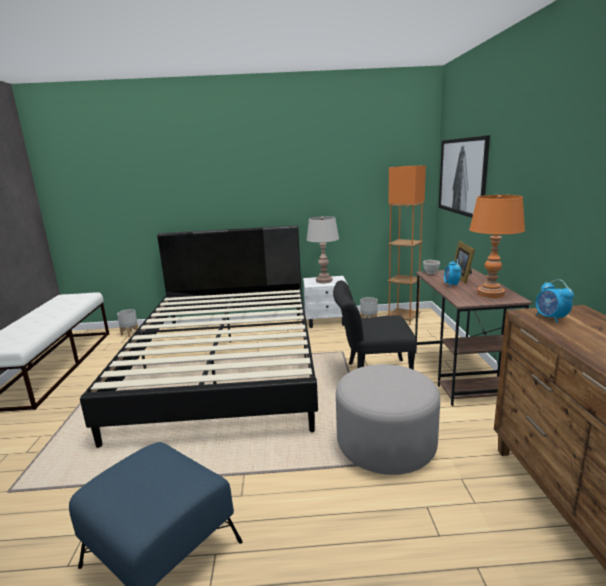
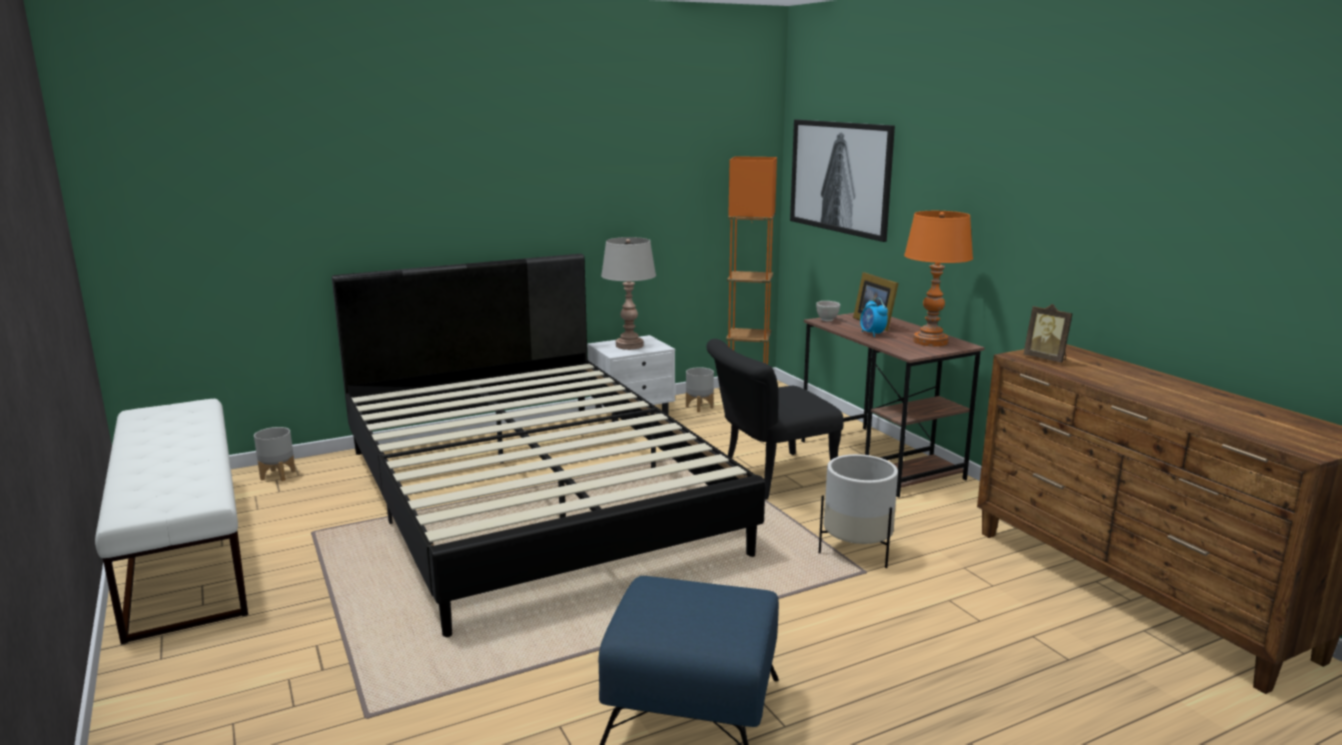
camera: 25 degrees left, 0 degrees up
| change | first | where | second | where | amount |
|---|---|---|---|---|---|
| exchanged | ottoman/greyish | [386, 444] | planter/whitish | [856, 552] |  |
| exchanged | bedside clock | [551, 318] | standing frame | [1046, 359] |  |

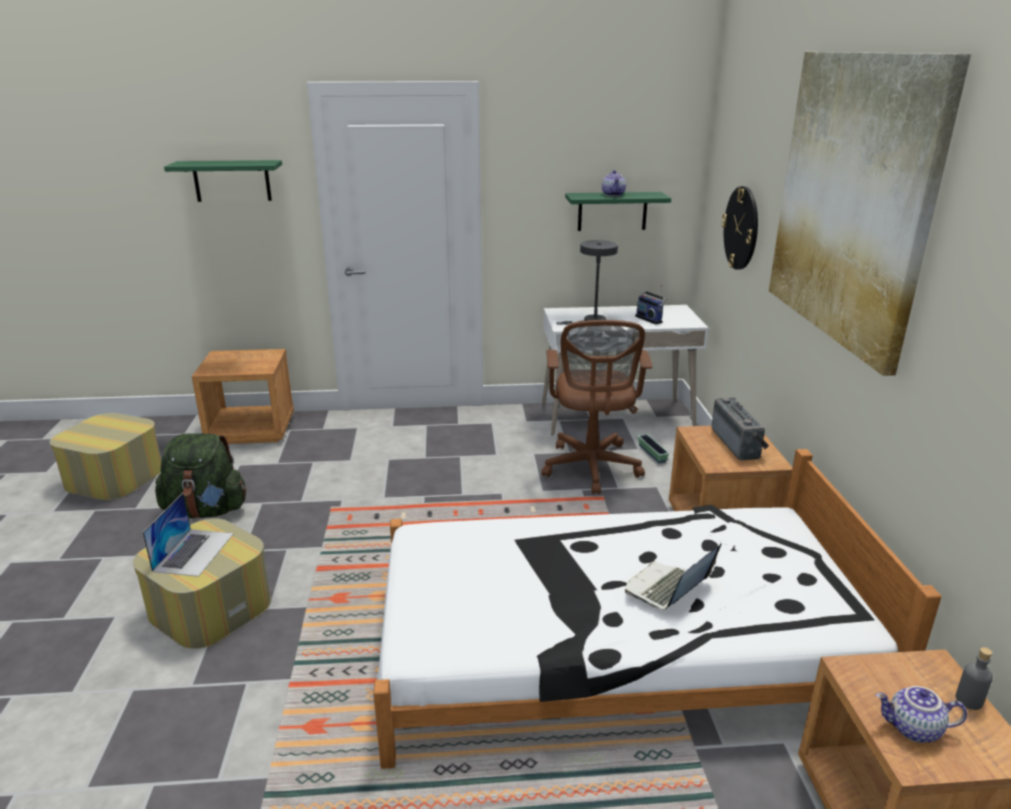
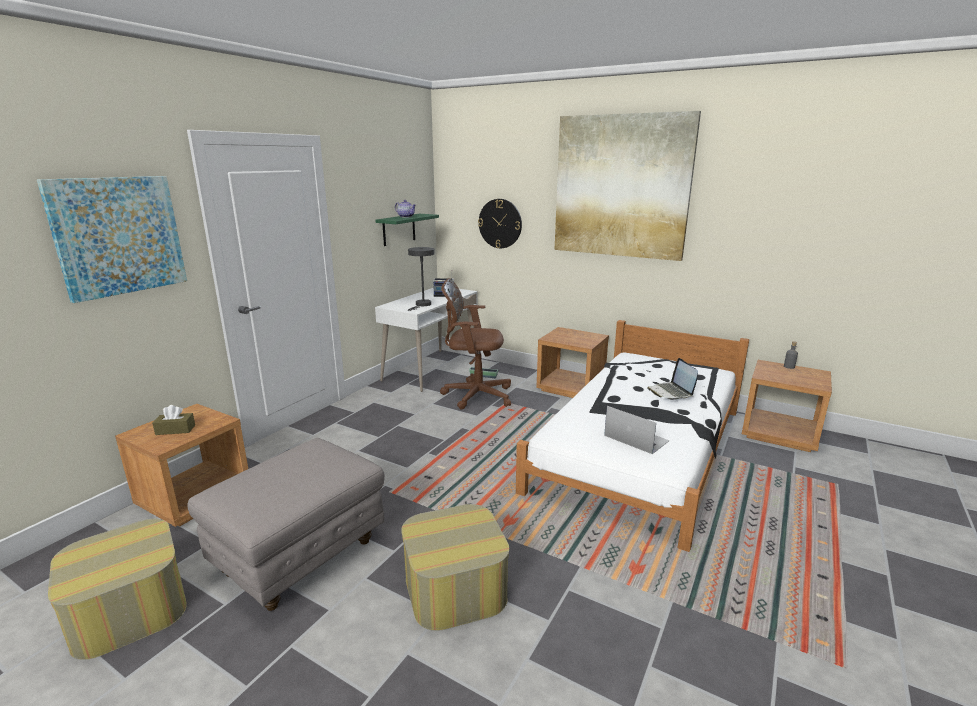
camera: 55 degrees left, 5 degrees down
| change | first | where | second | where | amount |
|---|---|---|---|---|---|
| missing | radio | [738, 443] |  |  |  |
| missing | pot for tea | [913, 730] |  |  |  |
| appeared |  |  | tissue holder/brown-coloured | [175, 430] |  |
| relocated | laptop | [194, 552] |  | [636, 438] |  |
| exchanged | rucksack/greenish | [206, 510] | ottoman/greyish | [301, 557] |  |
| exchanged | shelf/greenish | [232, 181] | wall art | [118, 236] |  |
| spun | desk chair/brown-coloured | [591, 469] |  | [474, 395] | 150 degrees clockwise |

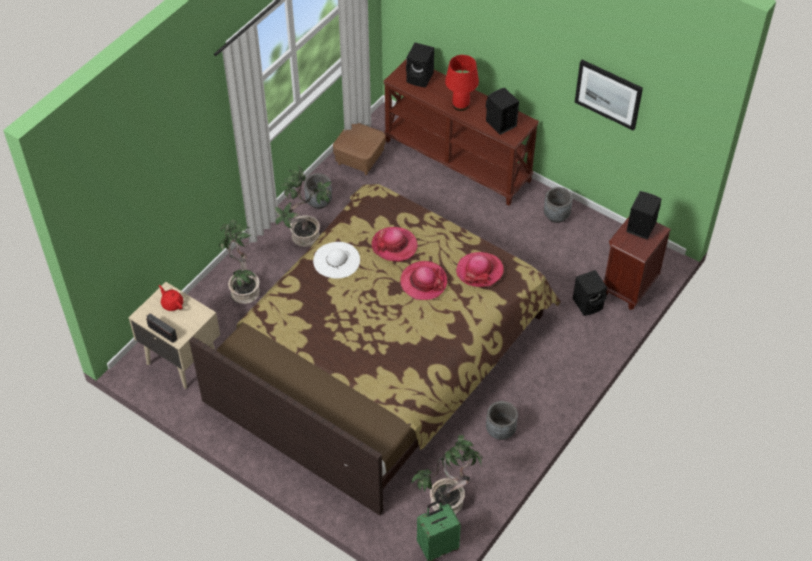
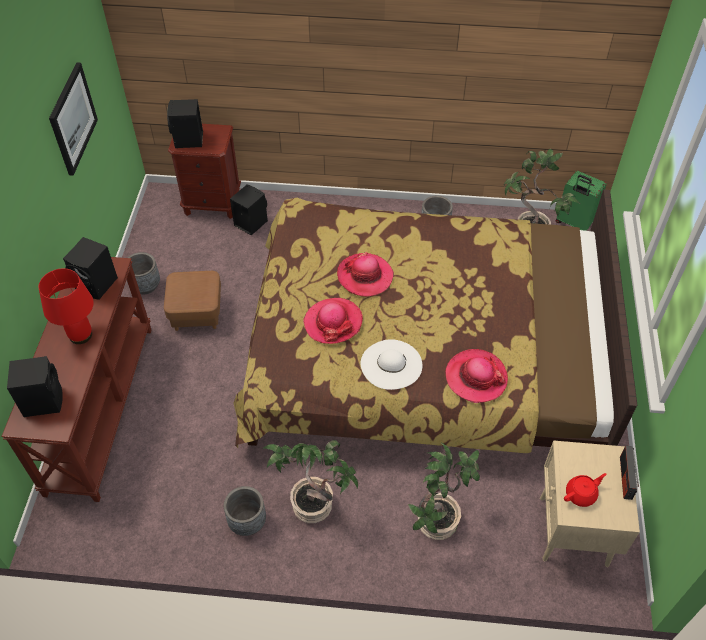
camera: 120 degrees left, 0 degrees up
| change | first | where | second | where | amount |
|---|---|---|---|---|---|
| relocated | ottoman/brown-coloured | [360, 159] |  | [197, 313] |  |
| relocated | hat | [479, 271] |  | [476, 377] |  |
| spun | pot for tea/red-coloured | [172, 303] |  | [581, 494] | 135 degrees counterclockwise |

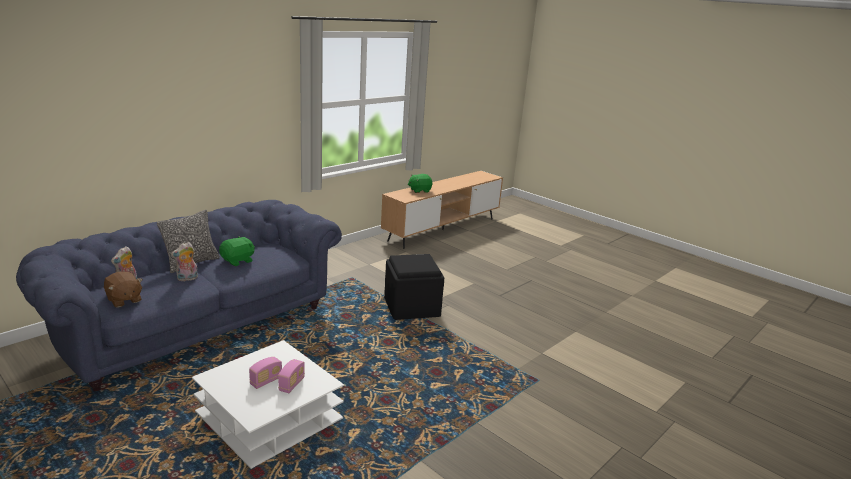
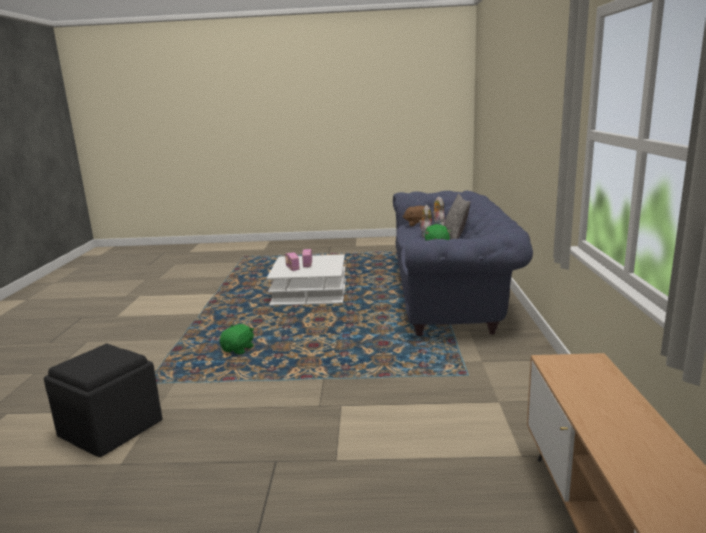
camera: 140 degrees right, 5 degrees down
| change | first | where | second | where | amount |
|---|---|---|---|---|---|
| relocated | ottoman/black | [412, 307] |  | [109, 428] |  |
| relocated | soft toy/greenish | [419, 190] |  | [239, 349] |  |

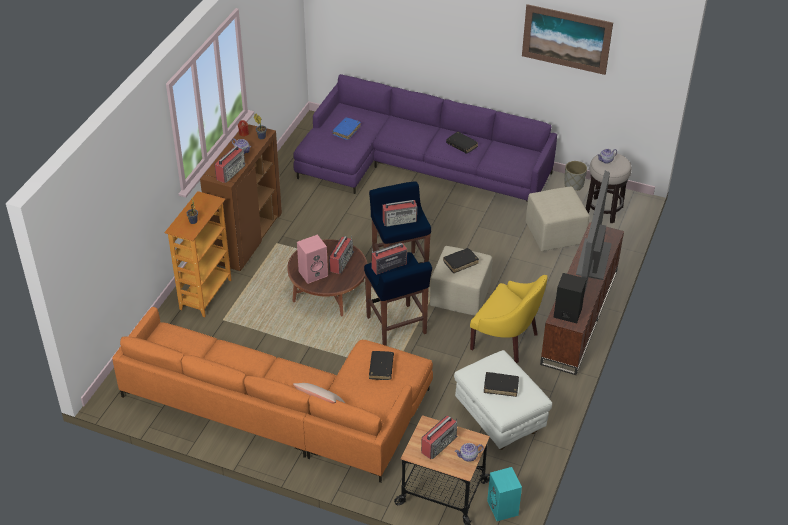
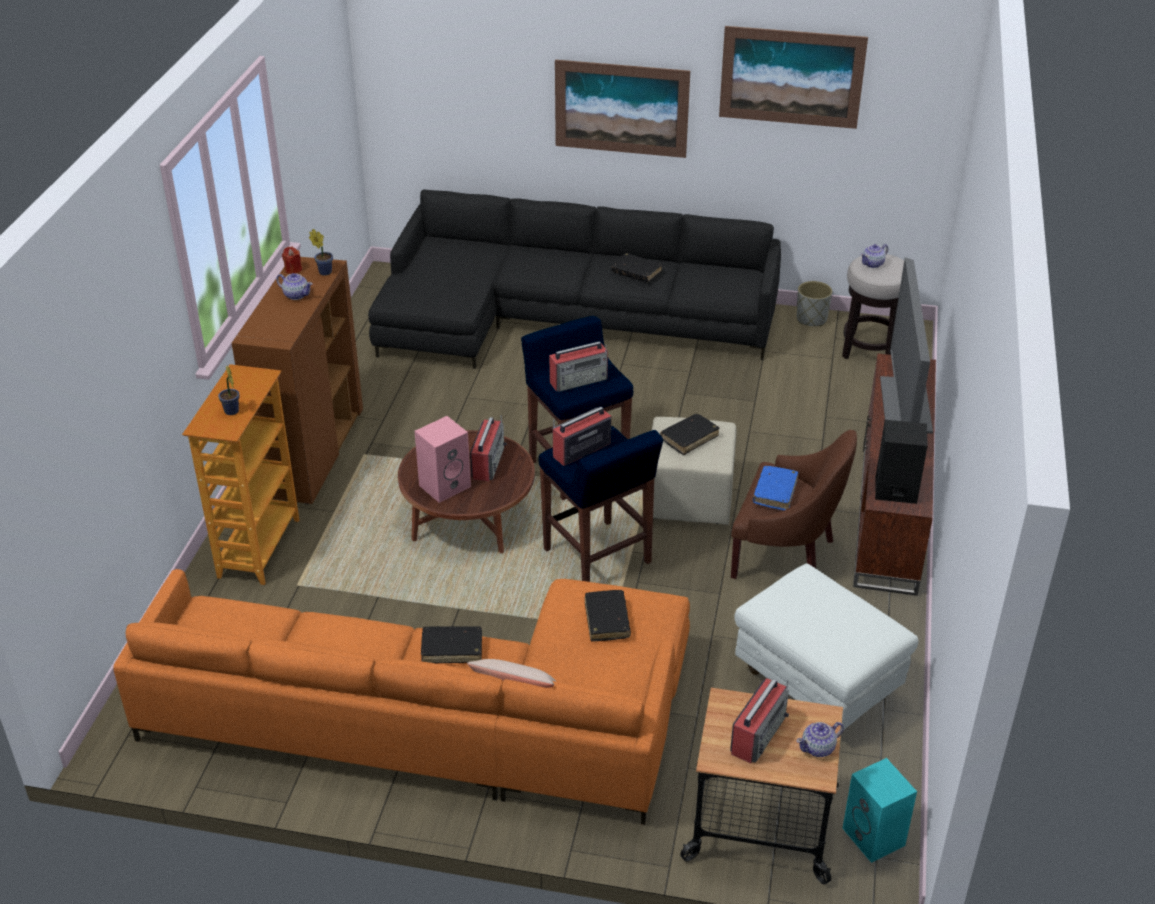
camera: 10 degrees left, 5 degrees down
| change | first | where | second | where | amount |
|---|---|---|---|---|---|
| missing | radio | [231, 172] |  |  |  |
| missing | ottoman/sand-coloured | [555, 235] |  |  |  |
| appeared |  |  | wall art | [621, 108] |  |
| relocated | bound book/blue | [346, 131] |  | [775, 492] |  |
| relocated | bound book/black | [501, 387] |  | [452, 649] |  |
| colour | couch/purple | [416, 166] | couch/black | [562, 319] |  |
| colour | armchair/yellow | [507, 339] | armchair/brown-coloured | [786, 555] |  |

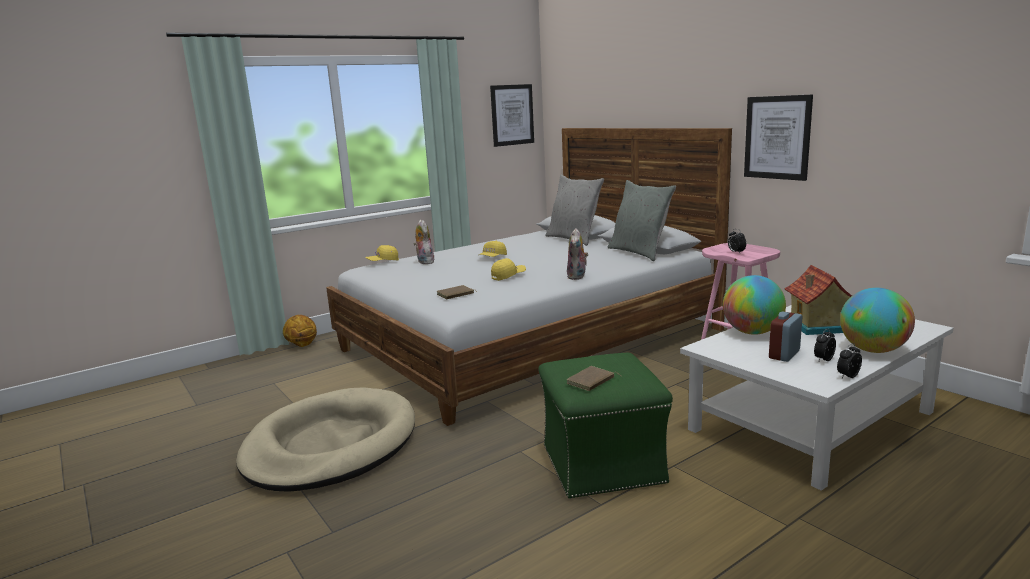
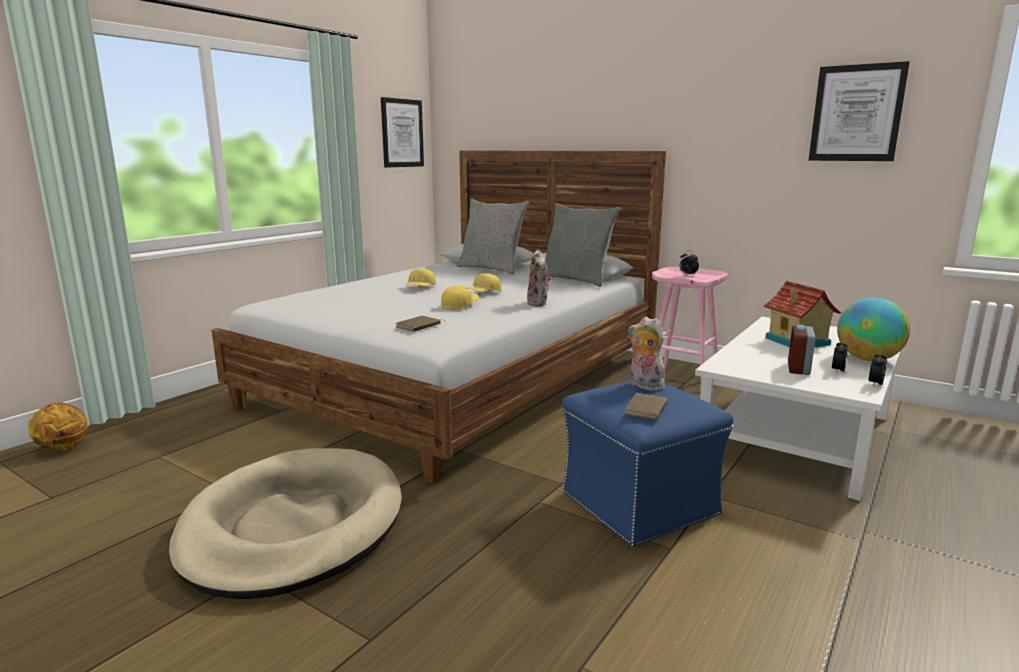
camera: 20 degrees left, 0 degrees up
| change | first | where | second | where | amount |
|---|---|---|---|---|---|
| missing | globe | [752, 332] |  |  |  |
| relocated | basketball | [302, 345] |  | [63, 448] |  |
| relocated | peaked cap/yellow | [383, 261] |  | [483, 293] |  |
| relocated | soft toy | [424, 262] |  | [644, 386] |  |
| relocated | wall art | [777, 137] |  | [856, 113] |  |
| colour | ottoman/greenish | [602, 463] | ottoman/blue | [638, 503] |  |

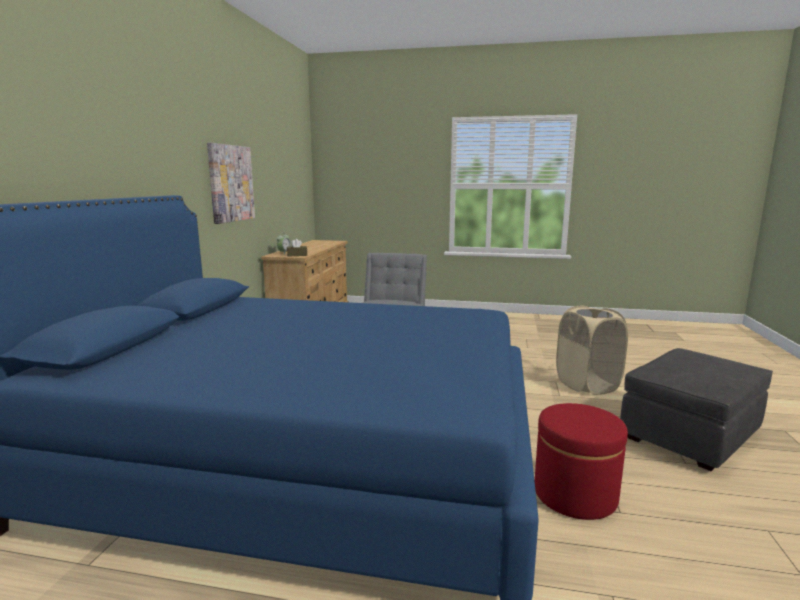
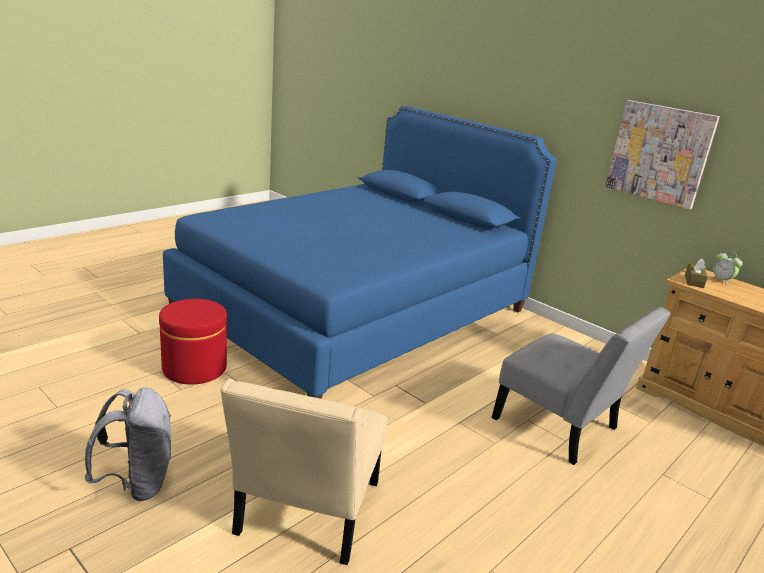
camera: 120 degrees right, 10 degrees up
| change | first | where | second | where | amount |
|---|---|---|---|---|---|
| exchanged | hamper/sand-coloured | [587, 384] | plain chair/sand-coloured | [305, 514] |  |
| exchanged | ottoman/greyish | [690, 436] | rucksack/greyish | [137, 483] |  |

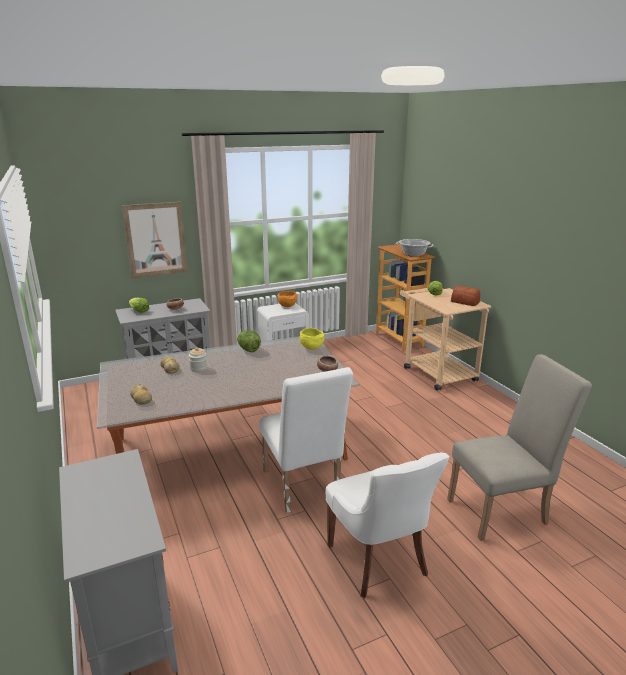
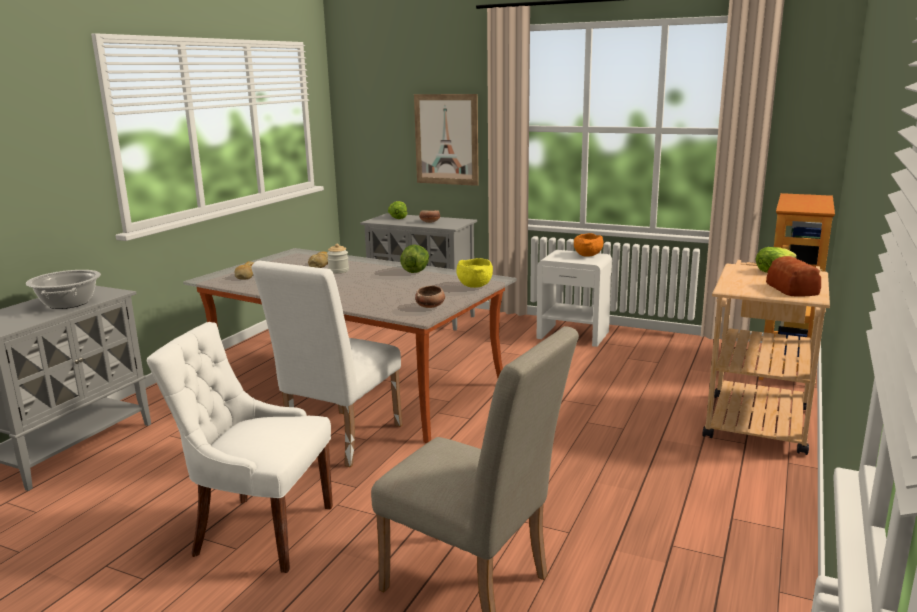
camera: 50 degrees right, 5 degrees down
| change | first | where | second | where | amount |
|---|---|---|---|---|---|
| relocated | stockpot | [413, 254] |  | [68, 303] |  |
| spun | plain chair/whitish | [379, 561] |  | [260, 531] | 75 degrees clockwise |

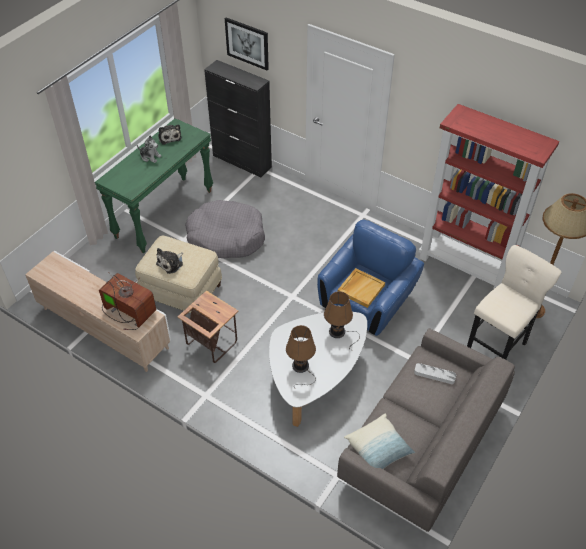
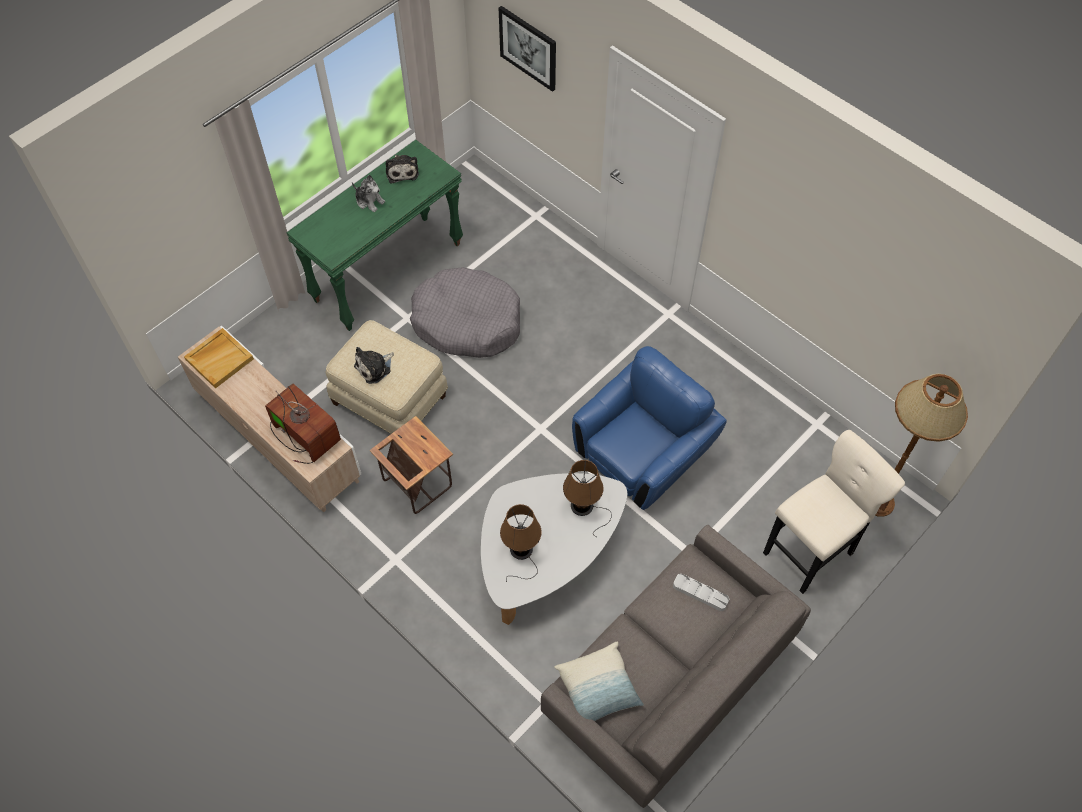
camera: 10 degrees right, 10 degrees up
| change | first | where | second | where | amount |
|---|---|---|---|---|---|
| missing | cupboard/black | [242, 161] |  |  |  |
| missing | shelving unit/red-coloured | [465, 267] |  |  |  |
| relocated | carrying tray/sand-coloured | [361, 288] |  | [219, 359] |  |

